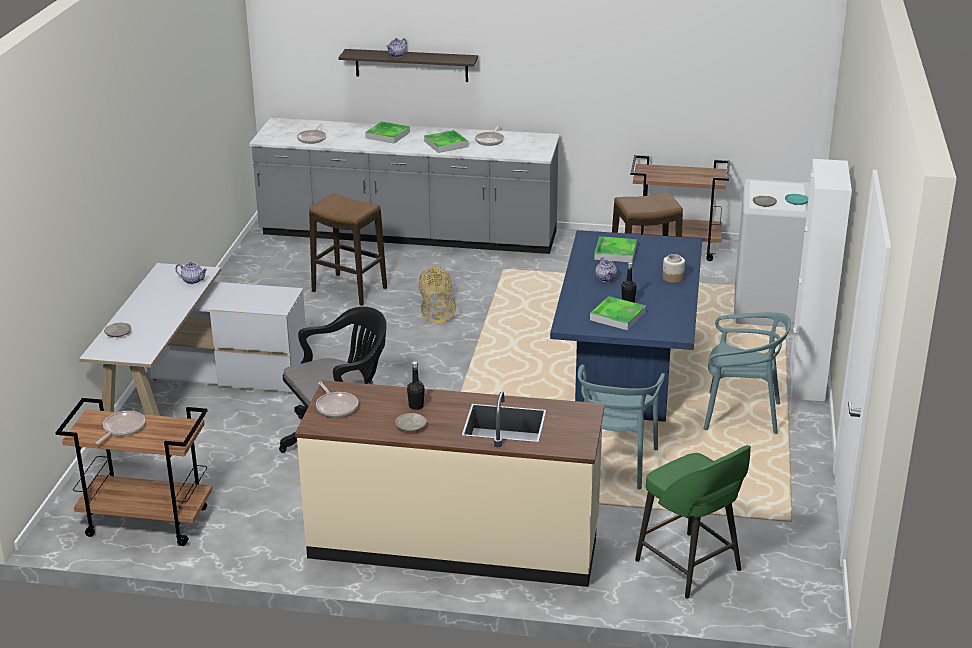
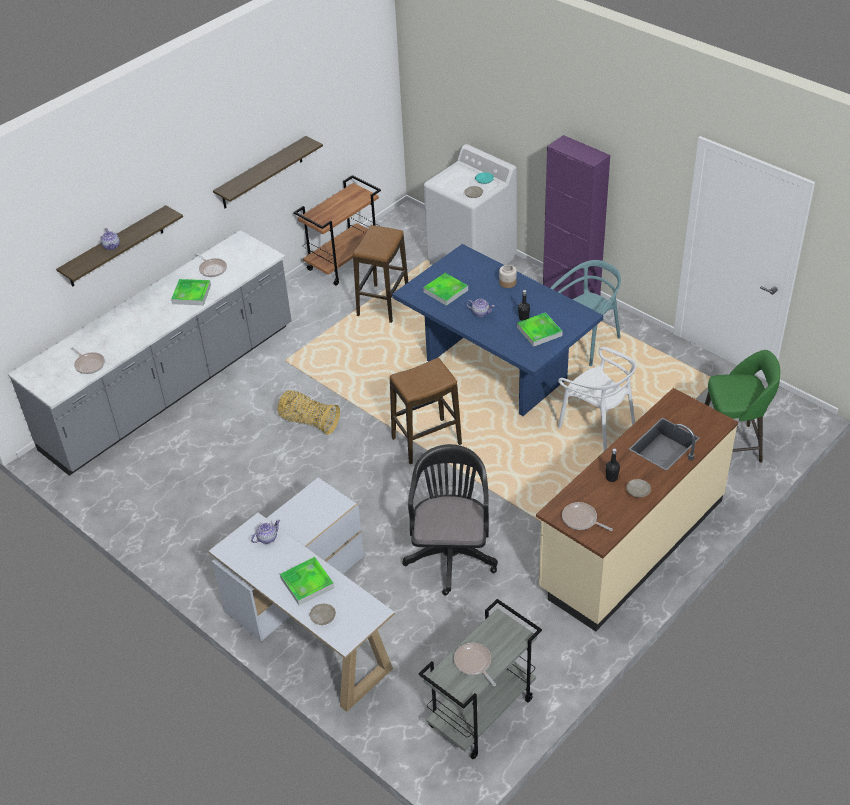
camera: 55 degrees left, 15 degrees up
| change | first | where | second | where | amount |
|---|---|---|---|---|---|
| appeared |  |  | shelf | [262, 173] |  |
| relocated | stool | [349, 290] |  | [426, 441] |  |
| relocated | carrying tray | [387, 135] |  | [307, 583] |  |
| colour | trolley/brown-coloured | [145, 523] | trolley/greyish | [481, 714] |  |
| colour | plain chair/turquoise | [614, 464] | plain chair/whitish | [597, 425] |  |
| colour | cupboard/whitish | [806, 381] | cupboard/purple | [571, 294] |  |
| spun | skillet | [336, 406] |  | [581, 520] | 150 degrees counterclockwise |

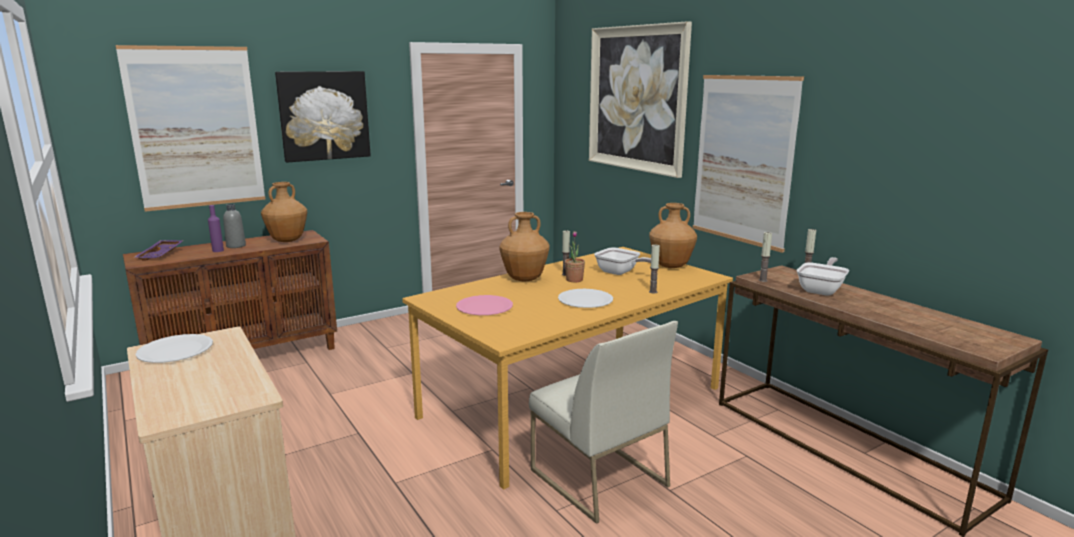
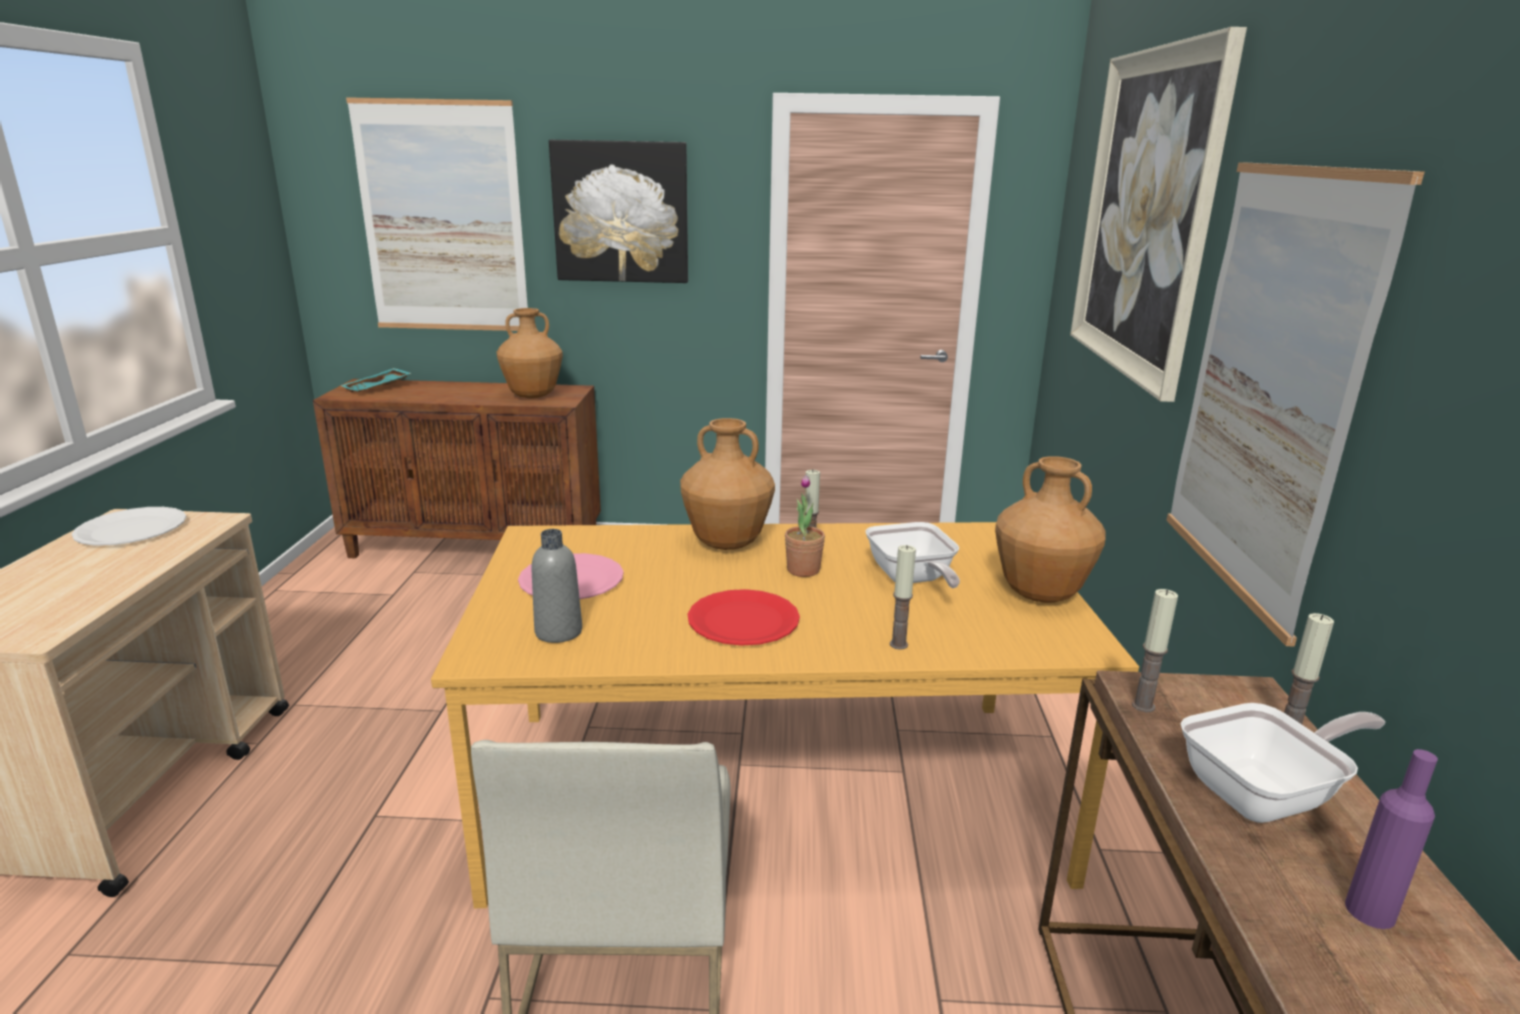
camera: 35 degrees right, 5 degrees up
| change | first | where | second | where | amount |
|---|---|---|---|---|---|
| relocated | beverage bottle/purple | [218, 250] |  | [1370, 911] |  |
| relocated | beverage bottle/greyish | [236, 246] |  | [558, 632] |  |
| colour | carrying tray/purple | [161, 255] | carrying tray/turquoise | [378, 388] |  |
| colour | plate/whitish | [585, 300] | plate/red-coloured | [743, 620] |  |

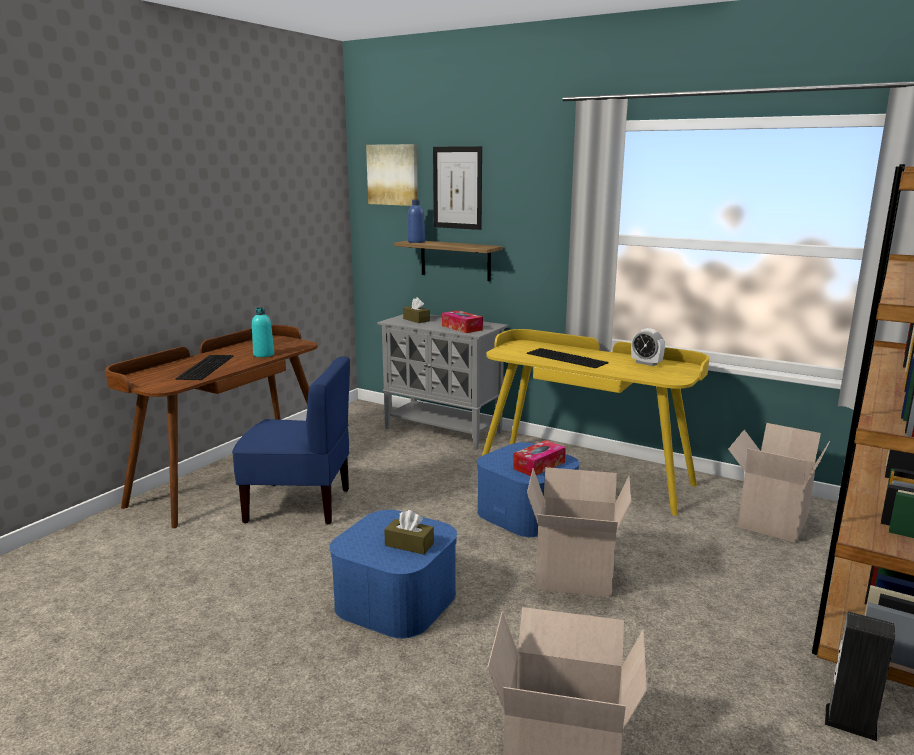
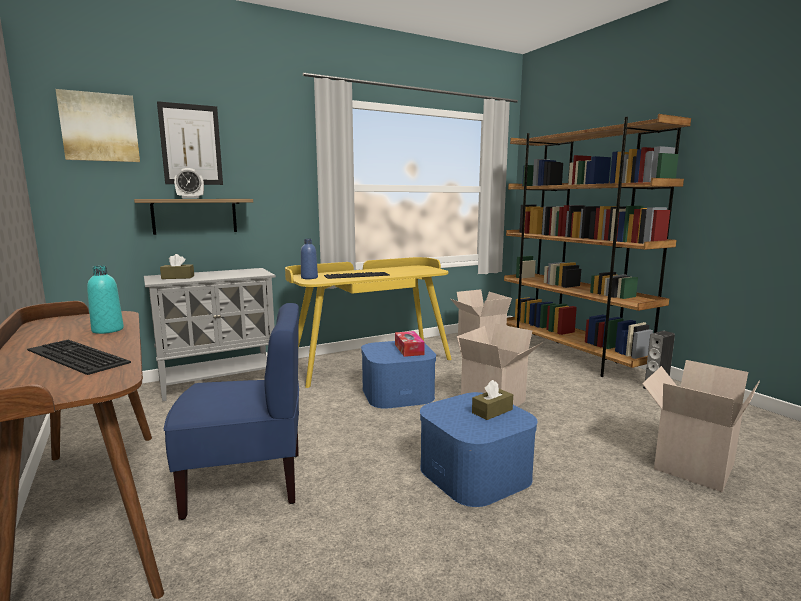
camera: 60 degrees left, 5 degrees down
| change | first | where | second | where | amount |
|---|---|---|---|---|---|
| missing | tissue holder | [462, 328] |  |  |  |
| relocated | beverage bottle/blue | [416, 242] |  | [309, 278] |  |
| relocated | bedside clock | [646, 363] |  | [190, 198] |  |
| spun | plain chair/blue | [299, 505] |  | [246, 482] | 45 degrees clockwise |

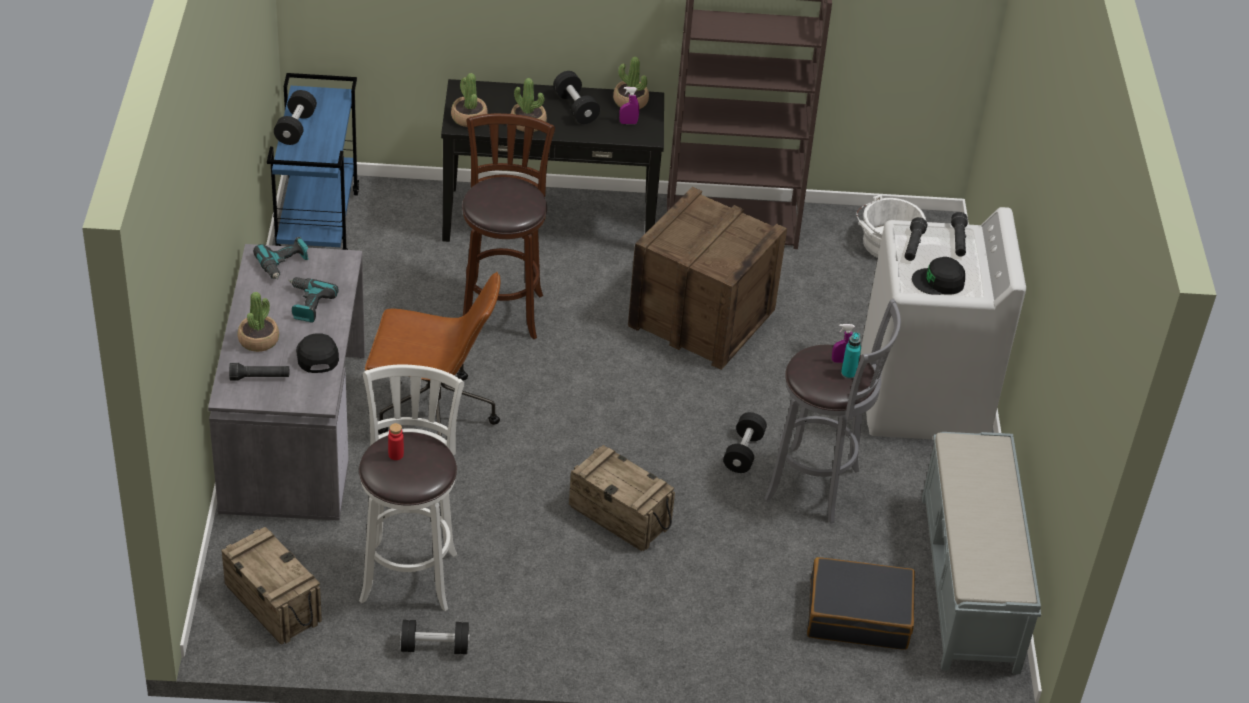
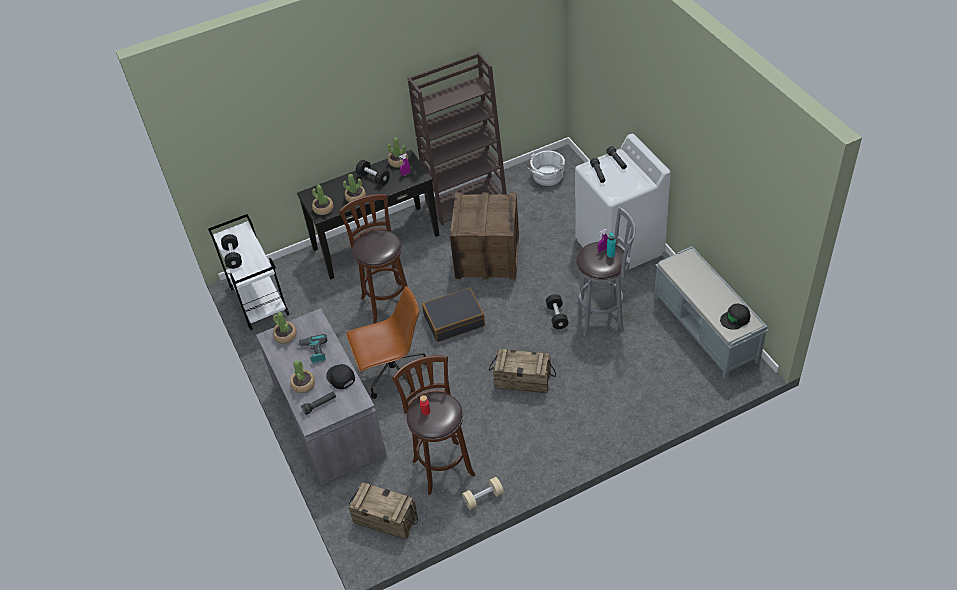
camera: 20 degrees left, 5 degrees up
| change | first | where | second | where | amount |
|---|---|---|---|---|---|
| relocated | piece of luggage/black | [858, 614] |  | [454, 320] |  |
| relocated | peaked cap/black | [939, 282] |  | [735, 319] |  |
| exchanged | drill | [284, 264] | plant in a pot | [285, 336] |  |
| colour | trolley/blue | [317, 224] | trolley/whitish | [258, 301] |  |
| colour | stool/whitish | [409, 572] | stool/brown-coloured | [442, 465] |  |
| colour | dumbbell/black | [434, 647] | dumbbell/sand-coloured | [483, 498] |  |

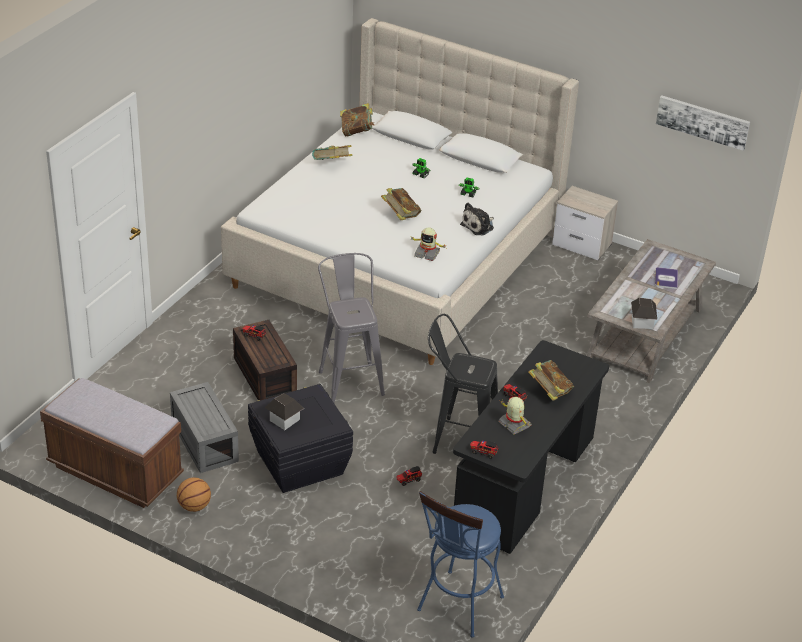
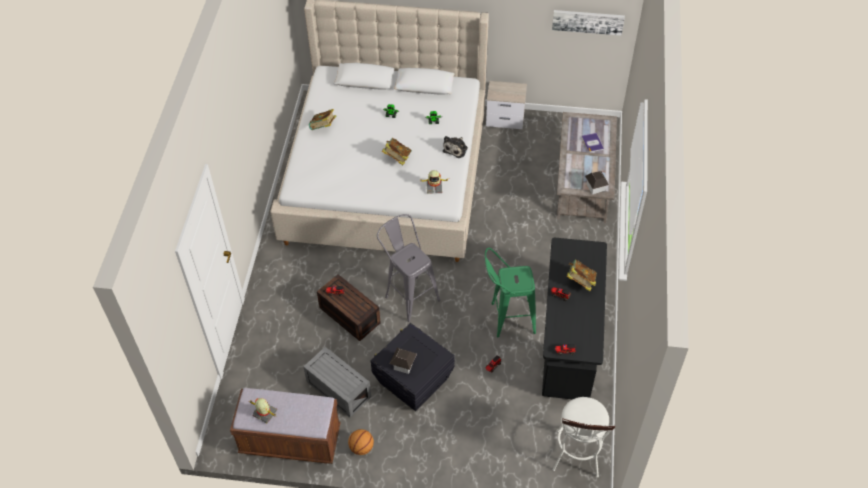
camera: 20 degrees left, 15 degrees up
| change | first | where | second | where | amount |
|---|---|---|---|---|---|
| missing | bound book | [356, 132] |  |  |  |
| relocated | model robot | [514, 424] |  | [264, 413] |  |
| colour | stool/blue | [457, 608] | stool/whitish | [577, 458] |  |
| colour | stool/black | [457, 439] | stool/greenish | [507, 318] |  |

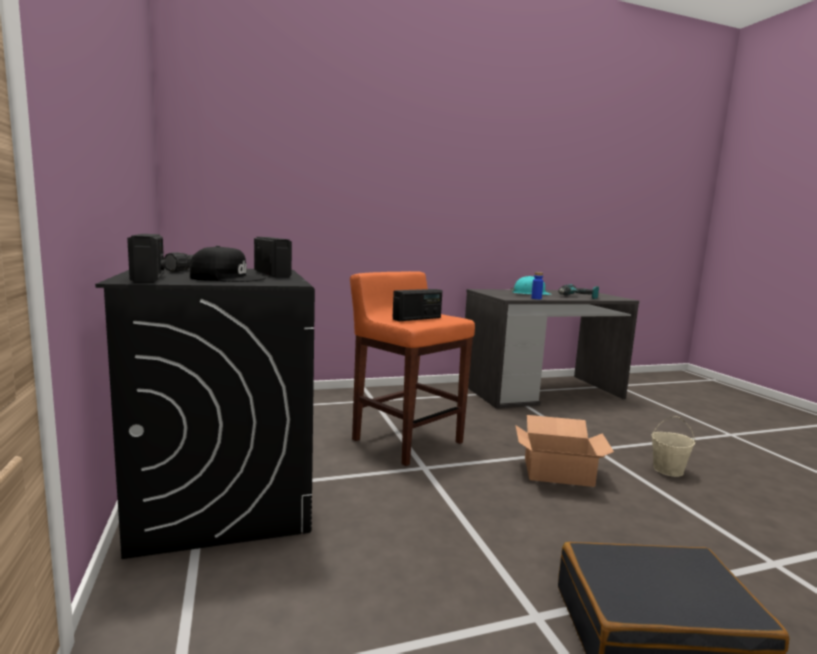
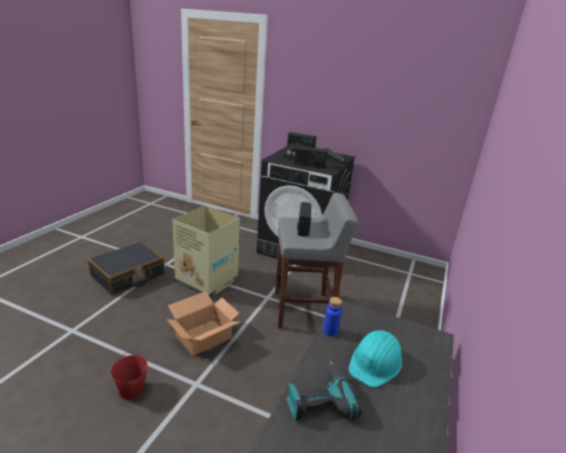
camera: 130 degrees right, 15 degrees up
| change | first | where | second | where | amount |
|---|---|---|---|---|---|
| appeared |  |  | cardboard box | [207, 281] |  |
| colour | stool/orange-coloured | [406, 440] | stool/greyish | [304, 310] |  |
| colour | pail/sand-coloured | [668, 470] | pail/red-coloured | [131, 390] |  |

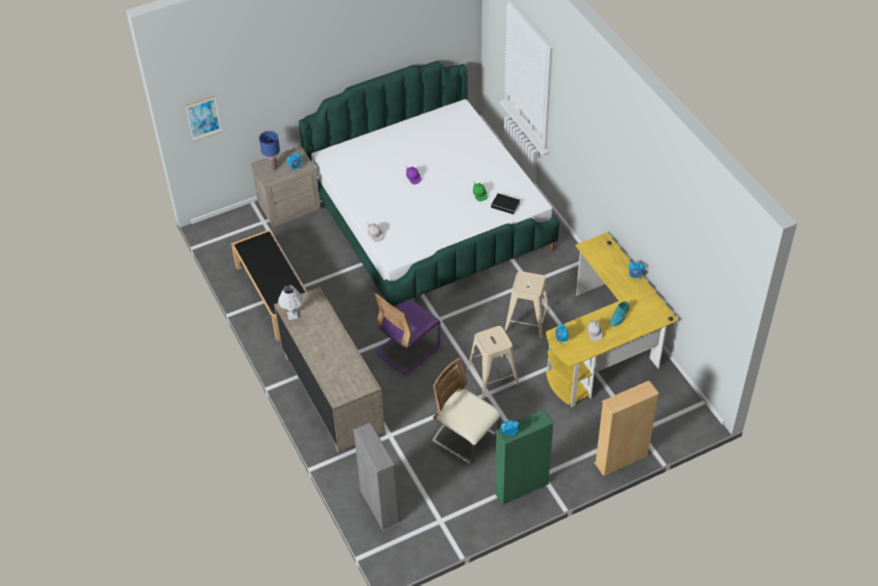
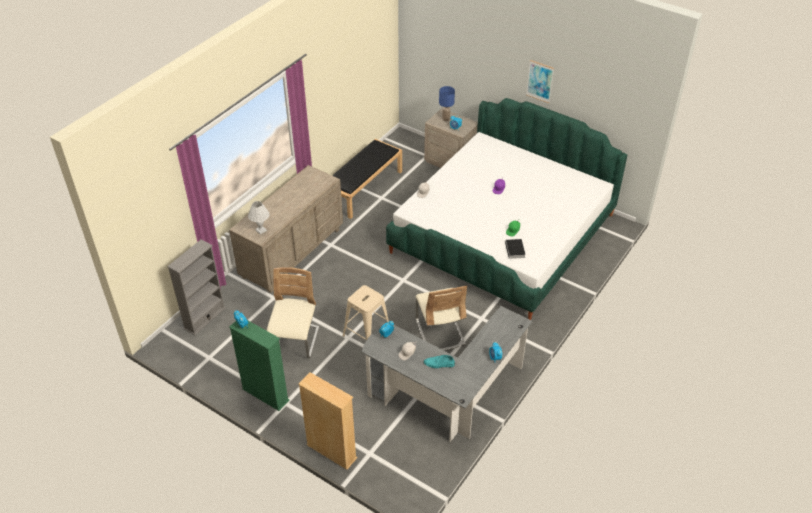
camera: 60 degrees right, 5 degrees down
| change | first | where | second | where | amount |
|---|---|---|---|---|---|
| missing | plain chair/purple | [408, 349] |  |  |  |
| relocated | wall art | [203, 118] |  | [540, 81] |  |
| relocated | tabletop lamp/whitish | [292, 315] |  | [260, 230] |  |
| exchanged | stool/sand-coloured | [526, 320] | plain chair/sand-coloured | [440, 332] |  |
| colour | desk/yellow | [606, 348] | desk/greyish | [447, 396] |  |

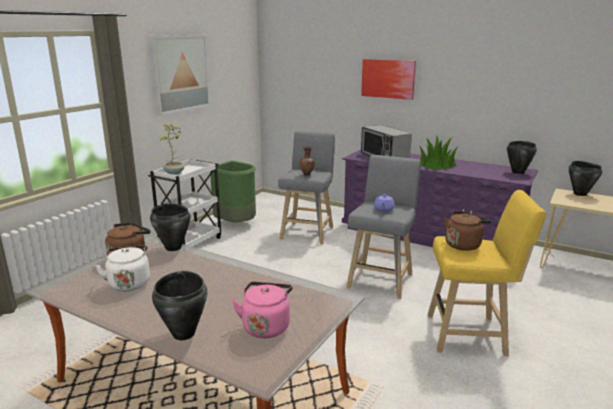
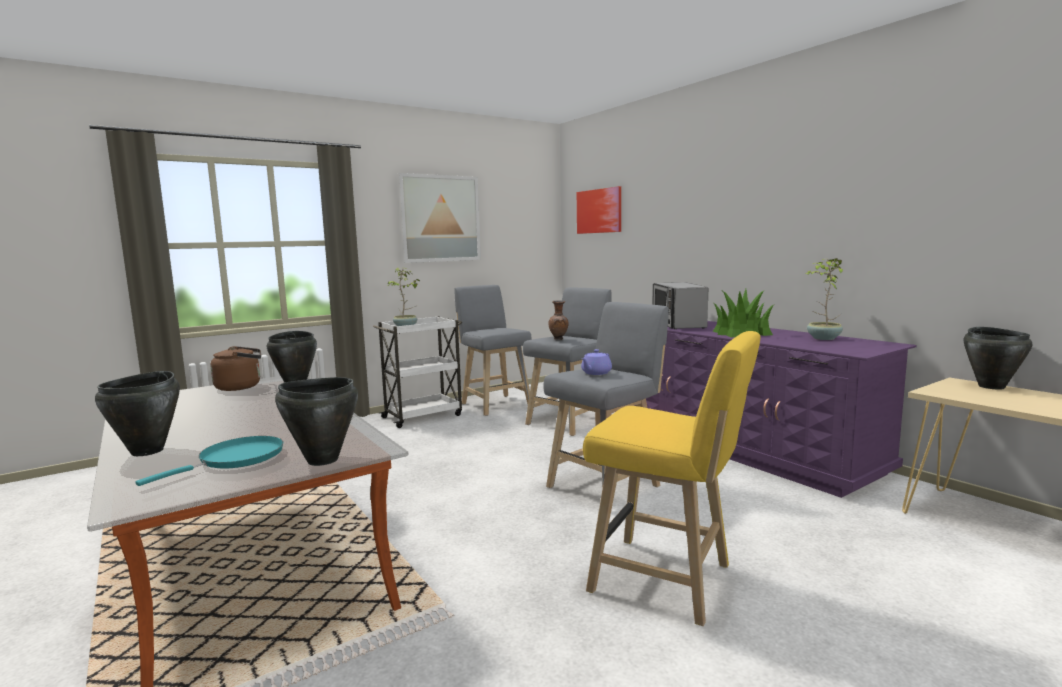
camera: 25 degrees right, 10 degrees down
| change | first | where | second | where | amount |
|---|---|---|---|---|---|
| missing | tea kettle/whitish | [129, 283] |  |  |  |
| missing | tea kettle/brown-coloured | [463, 244] |  |  |  |
| appeared |  |  | plant in a pot | [823, 338] |  |
| relocated | wall art | [388, 78] |  | [599, 211] |  |
| relocated | stockpot/black | [517, 172] |  | [322, 460] |  |
| exchanged | waste bin/greenish | [236, 224] | stool/greyish | [494, 404] |  |
| exchanged | tea kettle/pink-coloured | [266, 326] | skillet/turquoise | [236, 459] |  |

